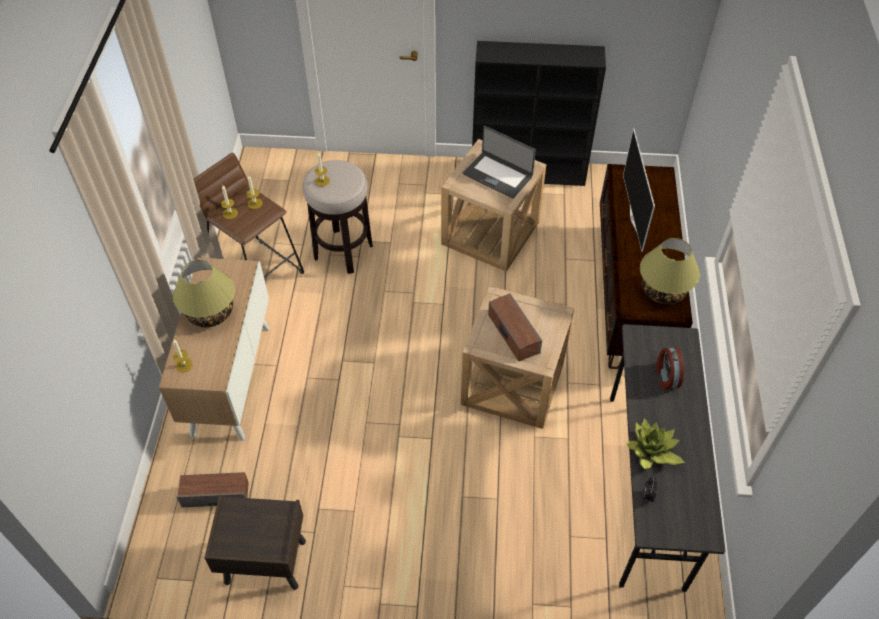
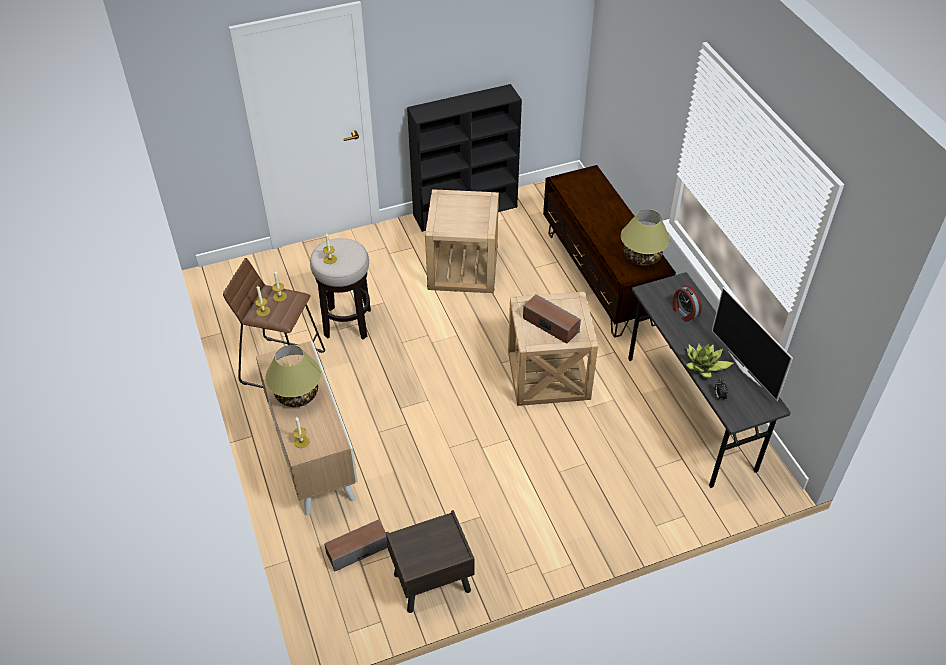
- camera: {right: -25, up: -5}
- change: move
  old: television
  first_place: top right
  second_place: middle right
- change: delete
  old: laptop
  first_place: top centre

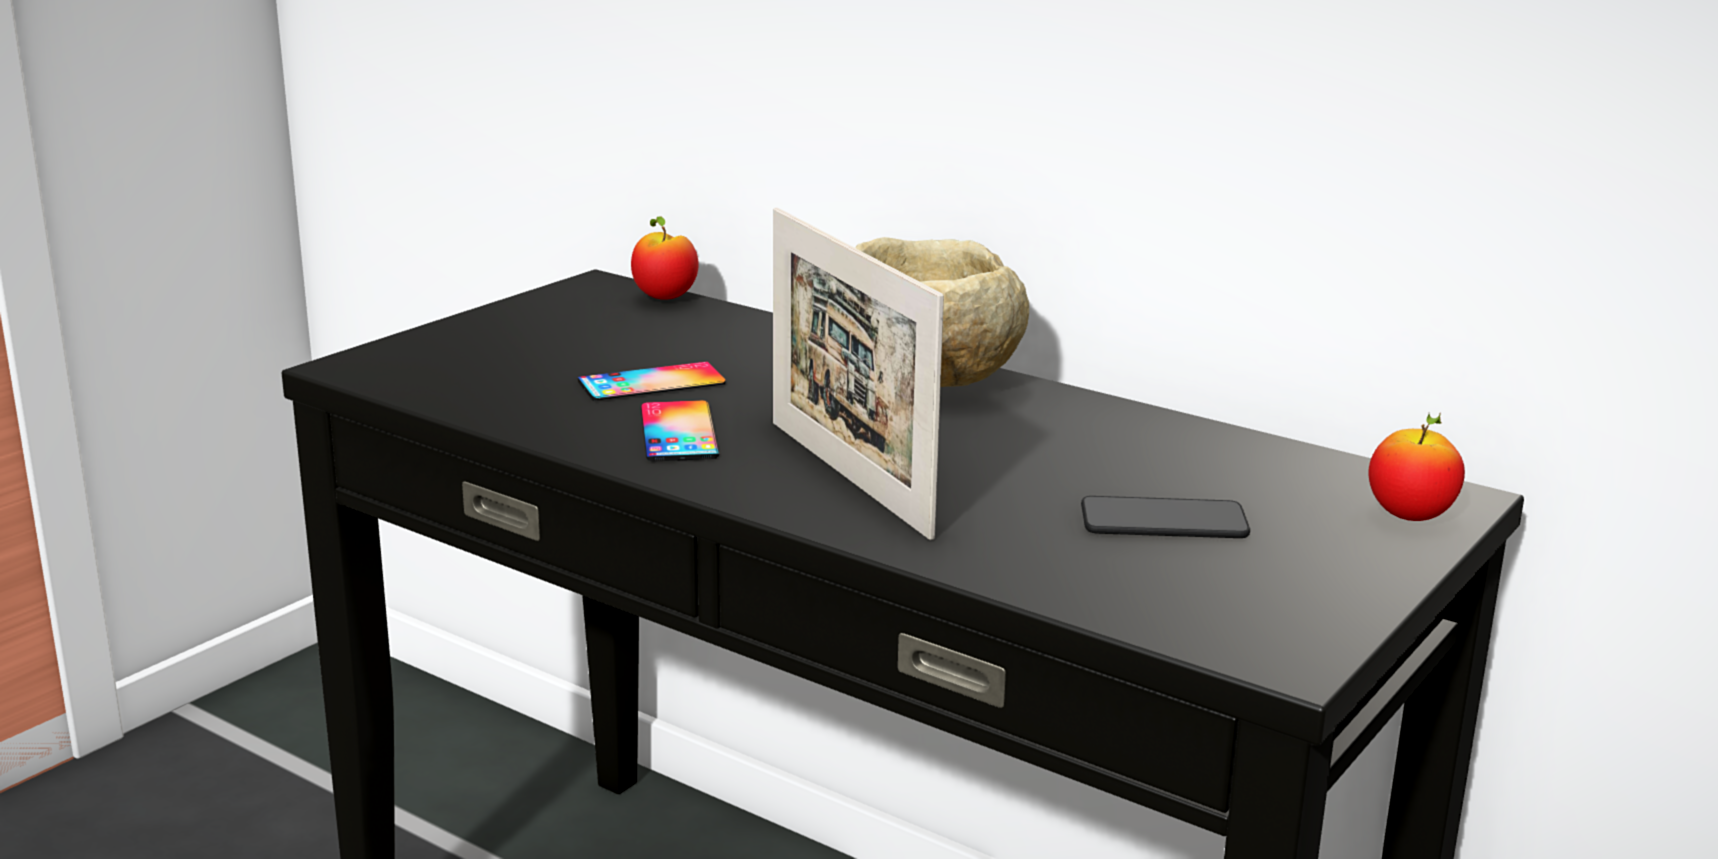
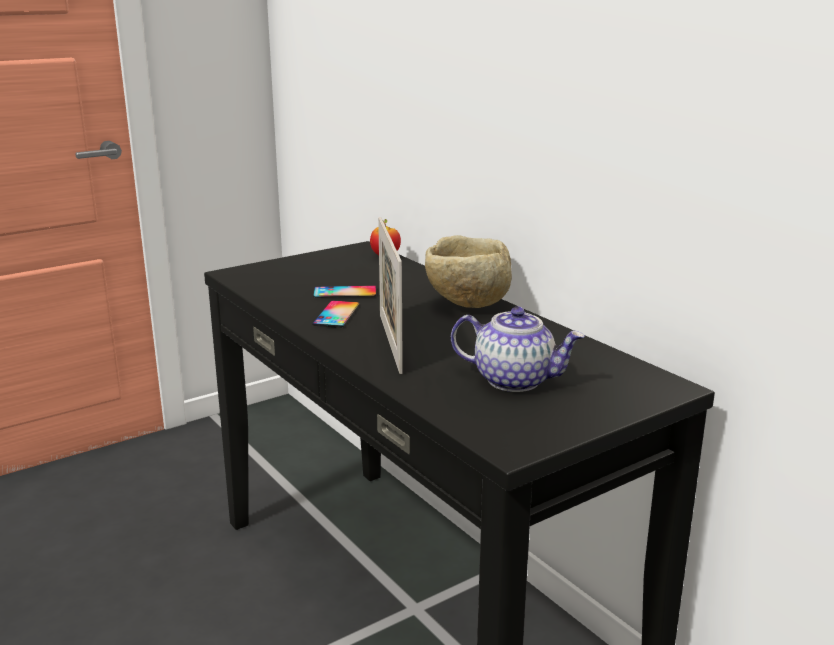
- camera: {right: 20, up: 0}
- change: replace
  old: phone (3rd from left)
  new: teapot
  first_place: middle right
  second_place: centre
- change: delete
  old: apple (2nd from left)
  first_place: middle right

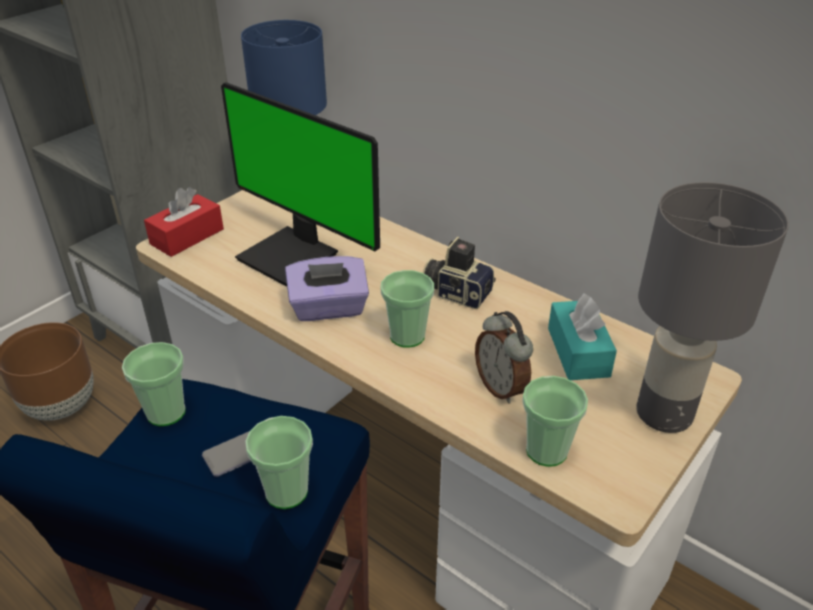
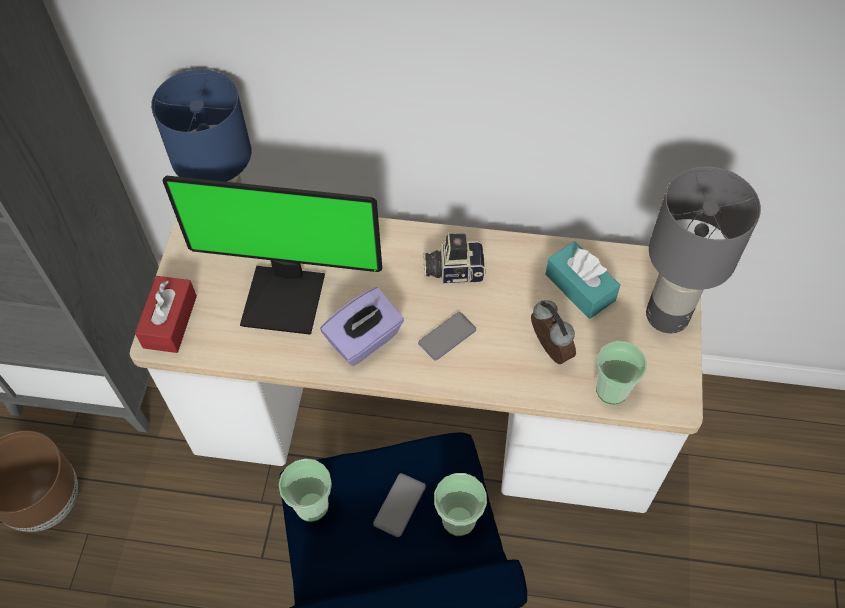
- camera: {right: -30, up: 20}
- change: replace
  old: cup (3rd from left)
  new: phone (2nd from left)
  first_place: centre
  second_place: centre
- change: rotate
  old: alarm clock
  first_place: centre
  second_place: centre
  degrees: -150

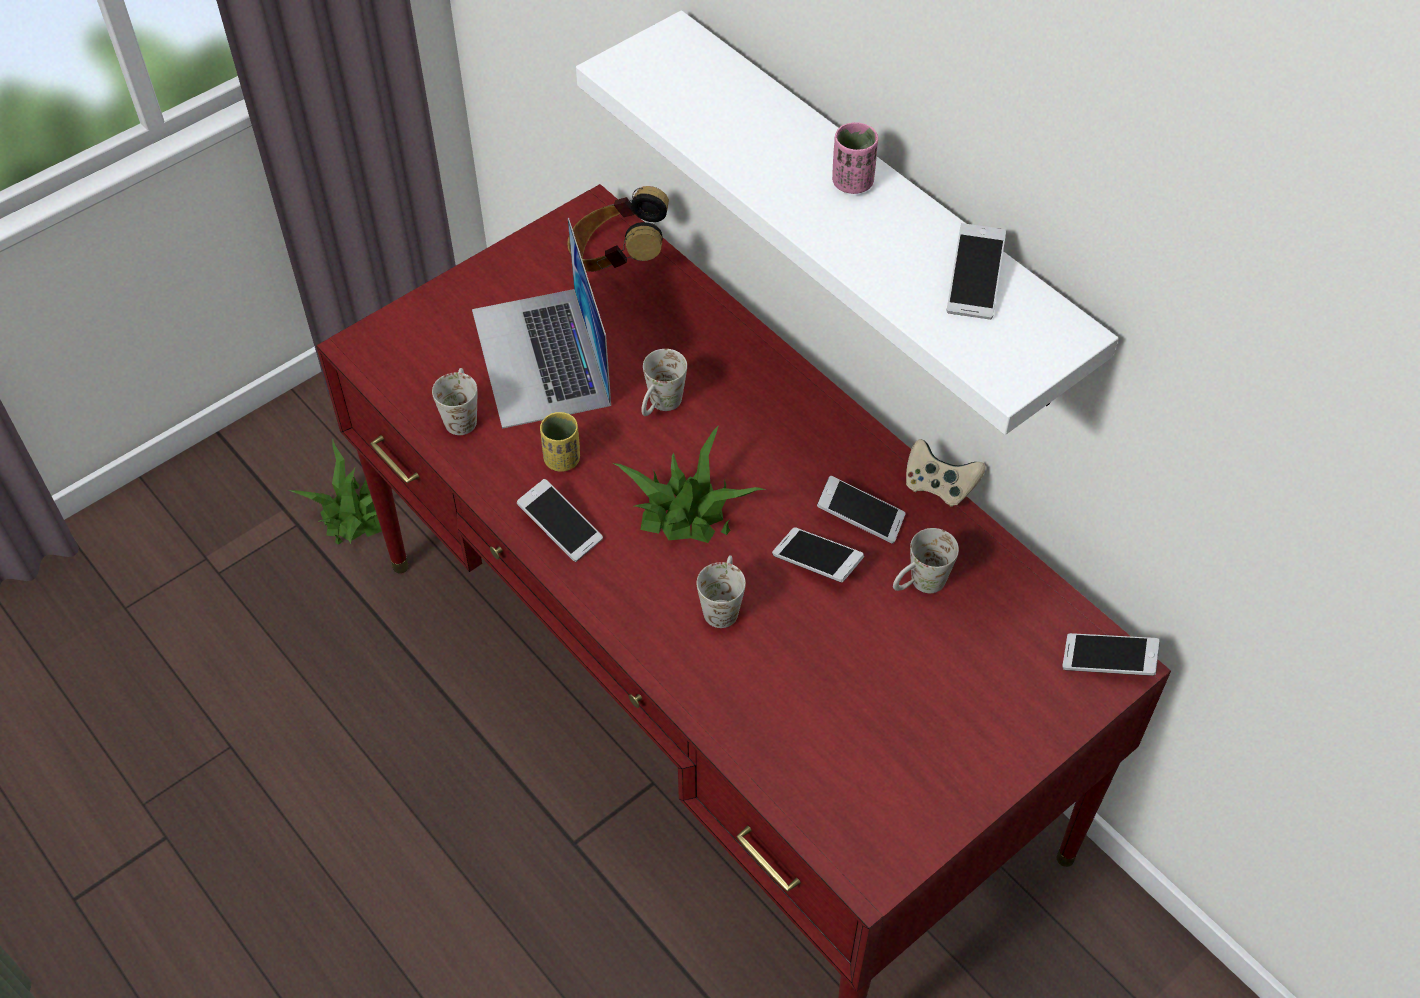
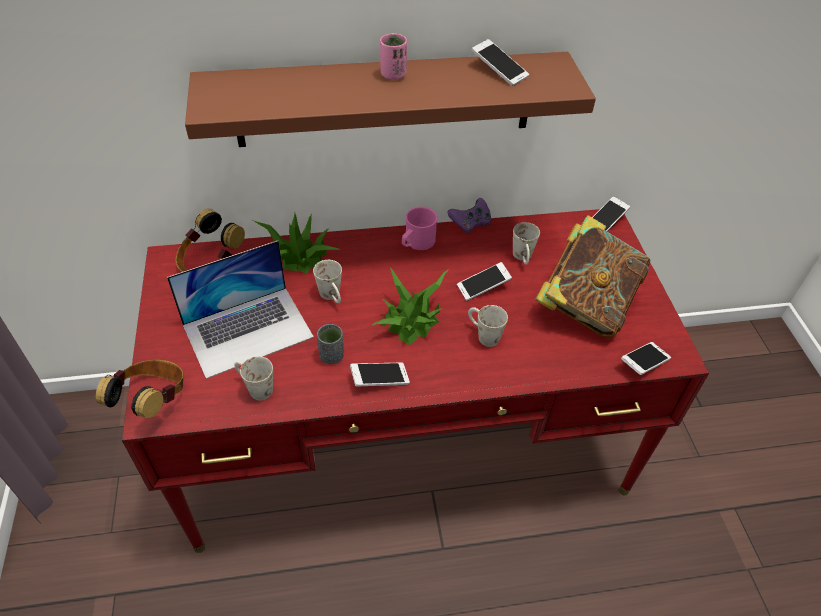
- camera: {right: -60, up: -5}
- change: insert
  new: headphones (1st from left)
  second_place: middle left
- change: rotate
  old: laptop
  first_place: top centre
  second_place: middle left
  degrees: -45
- change: recolor
  old: white shelf
  new: brown shelf
  first_place: top centre
  second_place: top centre
- change: move
  old: potted plant (1st from left)
  first_place: middle left
  second_place: centre
- change: recolor
  old: yellow cup
  new: grey cup
  first_place: centre
  second_place: centre
- change: insert
  new: pink mug
  second_place: centre
- change: recolor
  old: beige game controller
  new: purple game controller
  first_place: centre
  second_place: centre
- change: insert
  new: book
  second_place: middle right
- change: move
  old: phone (3rd from left in the first image)
  new: phone (5th from left)
  first_place: centre
  second_place: middle right

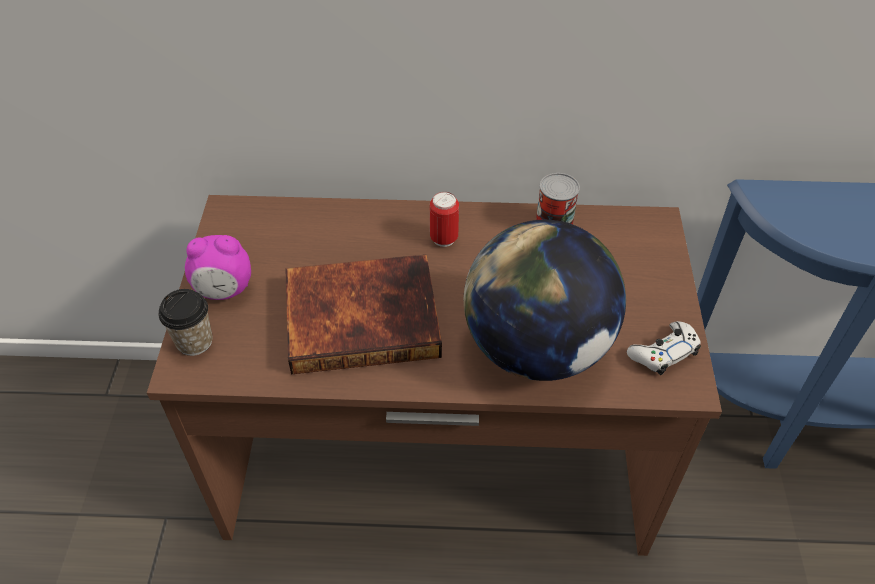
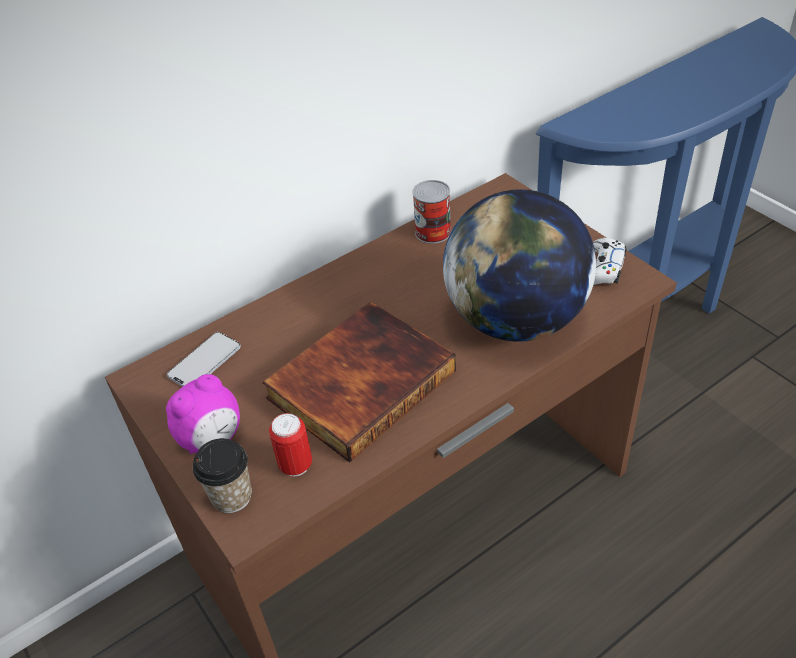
- camera: {right: -35, up: -5}
- change: insert
  new: phone
  second_place: middle left
- change: move
  old: can (1st from left)
  first_place: centre
  second_place: bottom centre

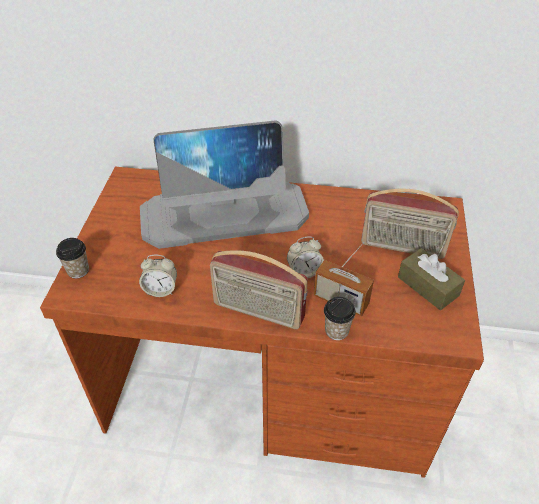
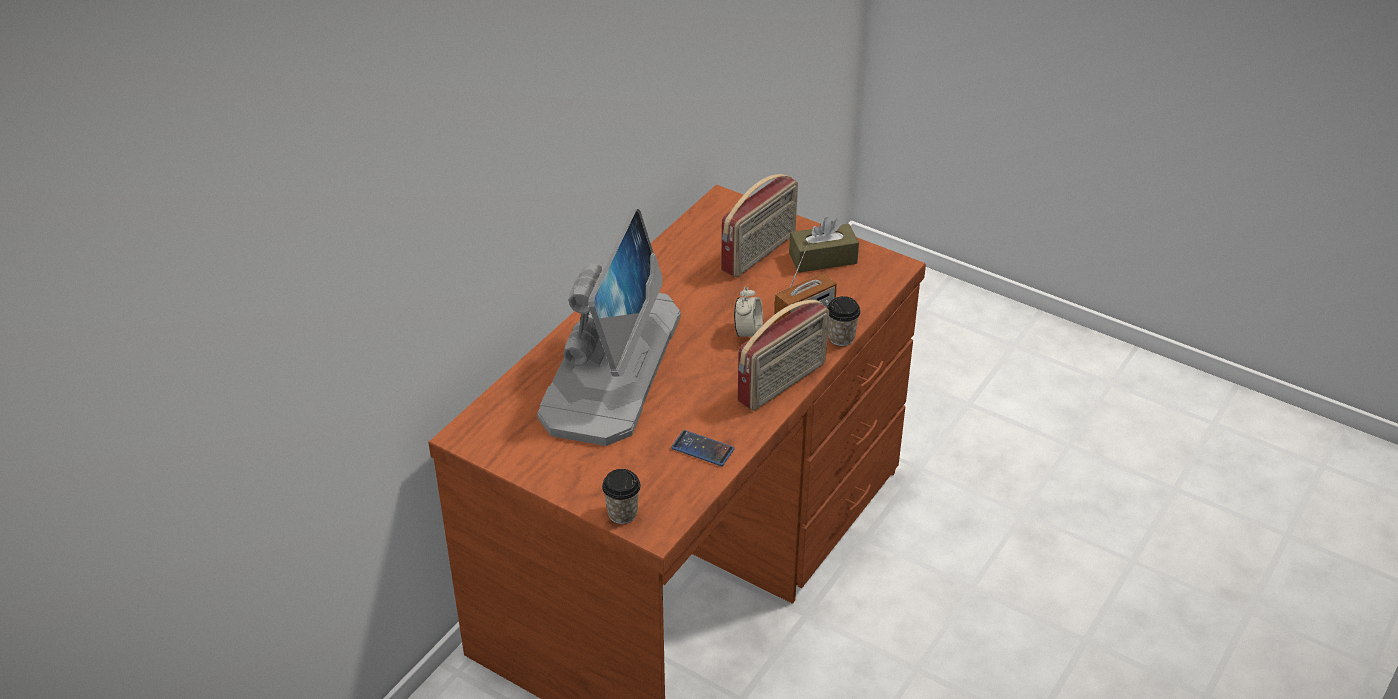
- camera: {right: -65, up: -5}
- change: replace
  old: alarm clock (1st from left)
  new: phone
  first_place: middle left
  second_place: centre

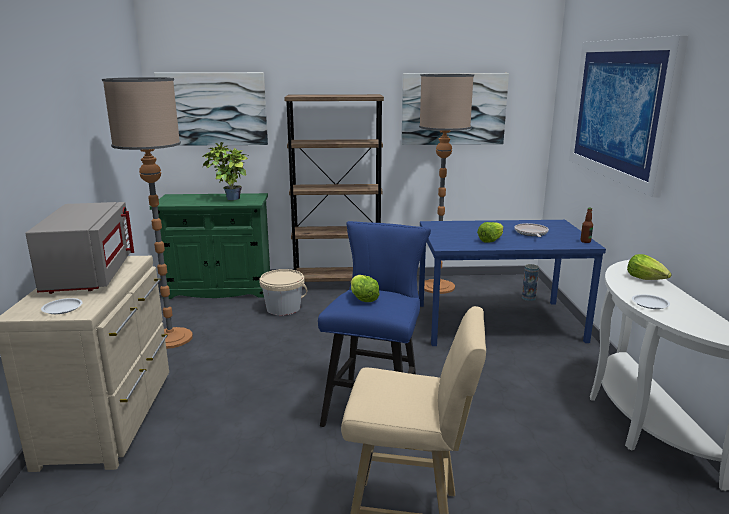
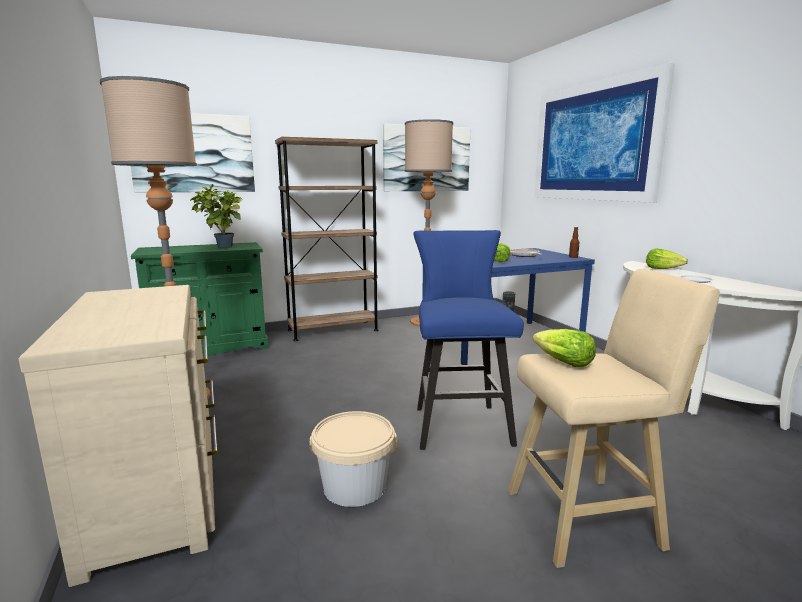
- camera: {right: -20, up: -5}
- change: move
  old: beige bucket
  first_place: centre
  second_place: bottom centre
- change: move
  old: lettuce (1st from left in the first image)
  new: lettuce (2nd from left)
  first_place: centre
  second_place: middle right
- change: delete
  old: grey microwave
  first_place: middle left
- change: delete
  old: white plate (1st from left)
  first_place: middle left

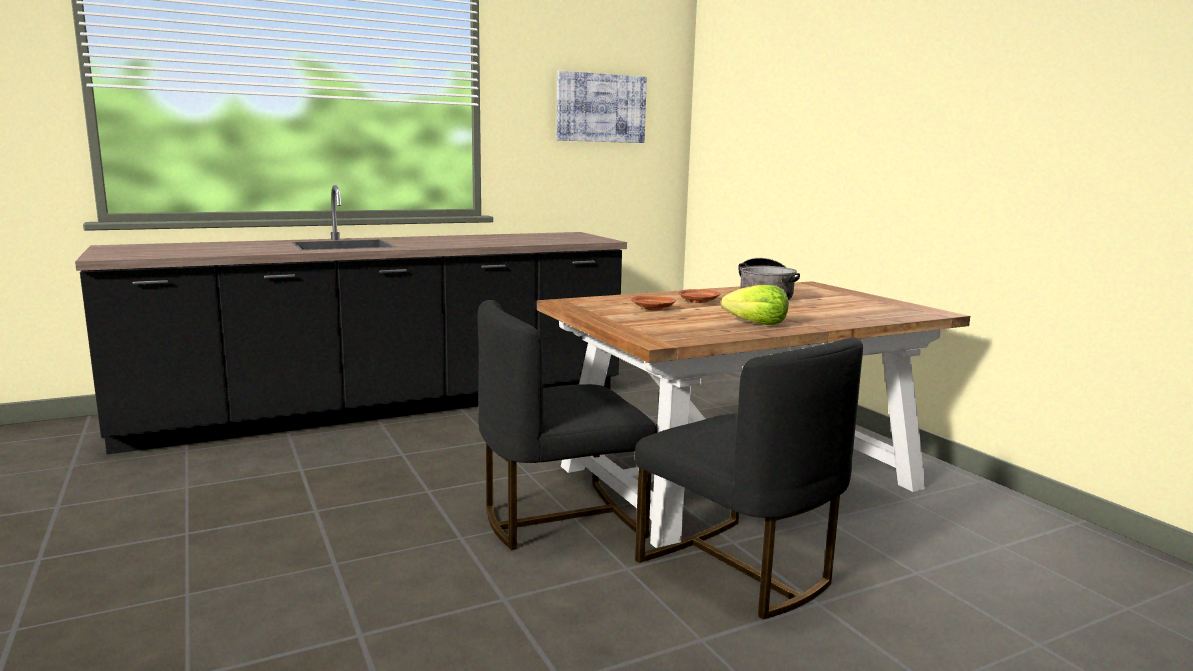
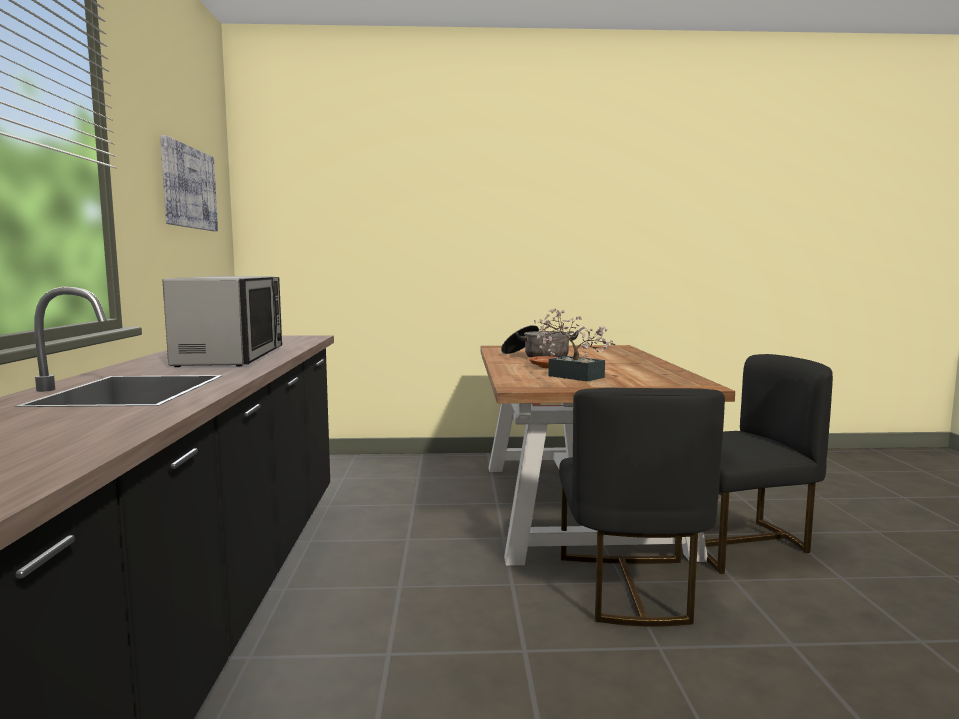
- camera: {right: -65, up: -5}
- change: insert
  new: microwave
  second_place: middle left
- change: replace
  old: brown plate (1st from left)
  new: potted plant
  first_place: centre
  second_place: centre
- change: delete
  old: lettuce
  first_place: centre

